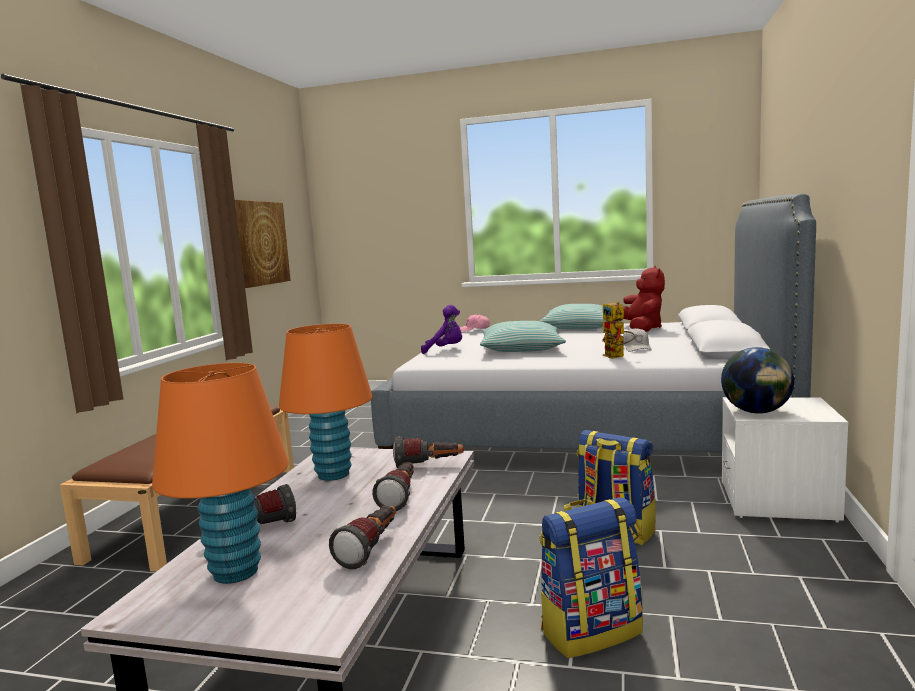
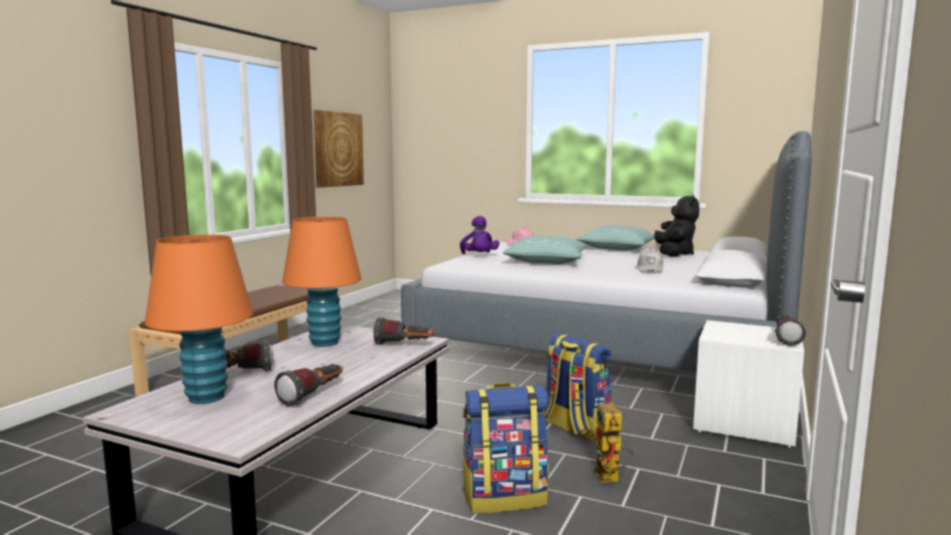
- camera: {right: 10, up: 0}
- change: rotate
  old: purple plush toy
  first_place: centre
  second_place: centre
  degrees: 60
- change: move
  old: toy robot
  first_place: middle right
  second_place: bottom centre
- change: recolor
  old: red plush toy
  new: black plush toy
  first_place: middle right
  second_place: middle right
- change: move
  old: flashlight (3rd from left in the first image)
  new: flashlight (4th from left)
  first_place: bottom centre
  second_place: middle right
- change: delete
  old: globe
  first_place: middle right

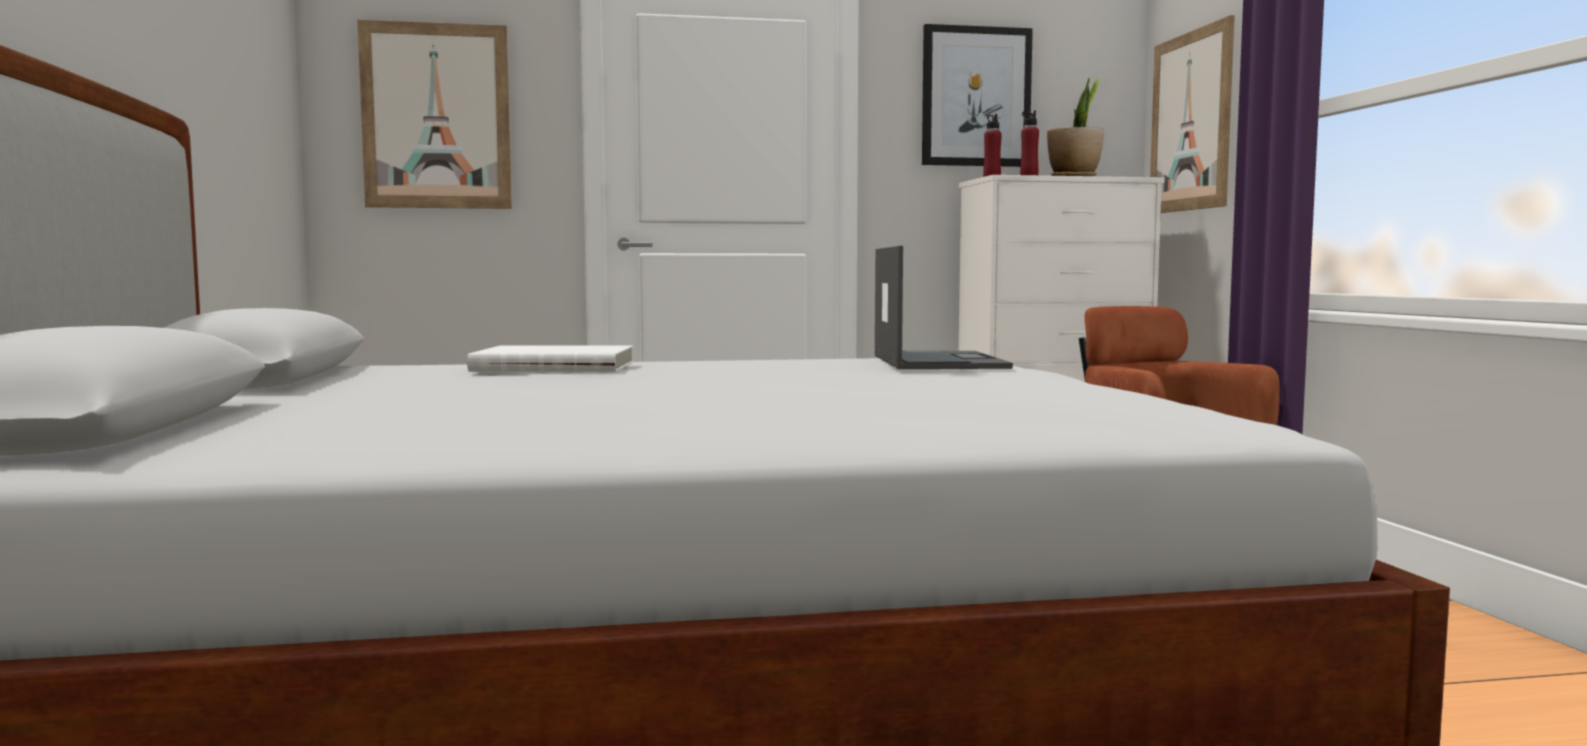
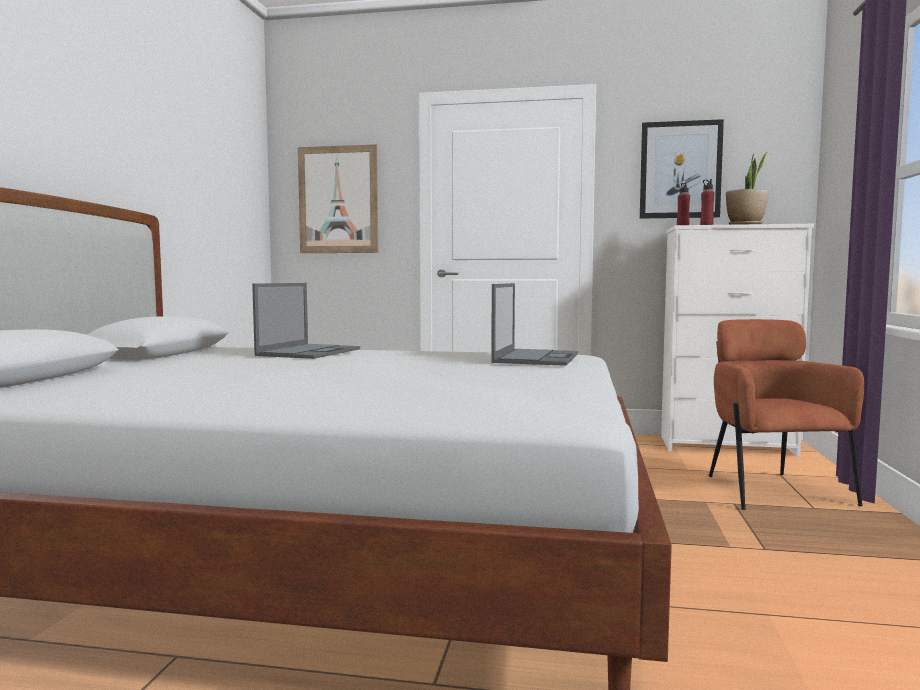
- camera: {right: 20, up: 0}
- change: replace
  old: white book
  new: laptop (1st from left)
  first_place: centre
  second_place: middle left
- change: delete
  old: picture (3rd from left)
  first_place: top right

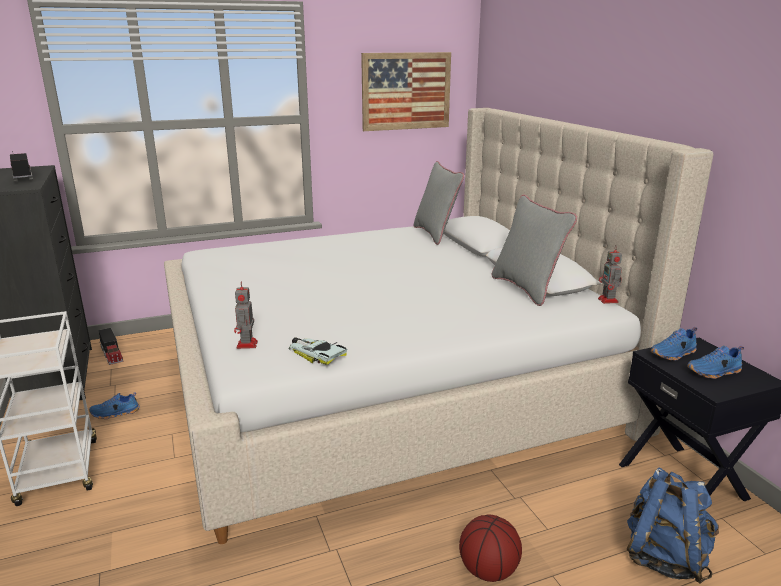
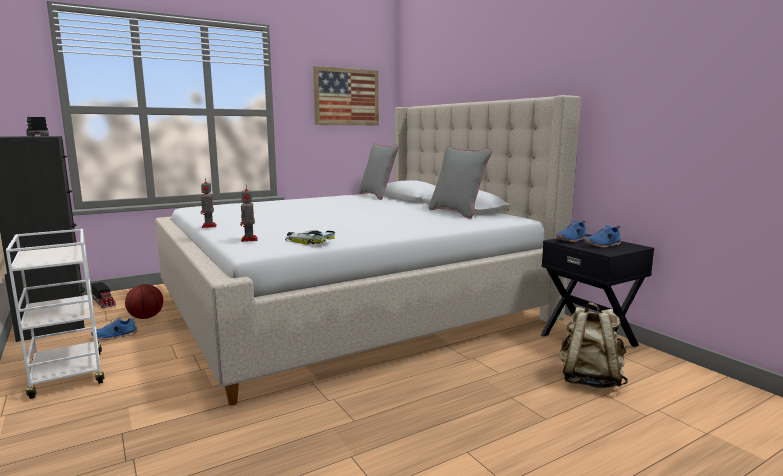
- camera: {right: -10, up: -10}
- change: move
  old: basketball
  first_place: bottom centre
  second_place: middle left
- change: move
  old: toy robot (2nd from left in the first image)
  new: toy robot (1st from left)
  first_place: middle right
  second_place: middle left
- change: recolor
  old: blue backpack
  new: beige backpack
  first_place: bottom right
  second_place: bottom right

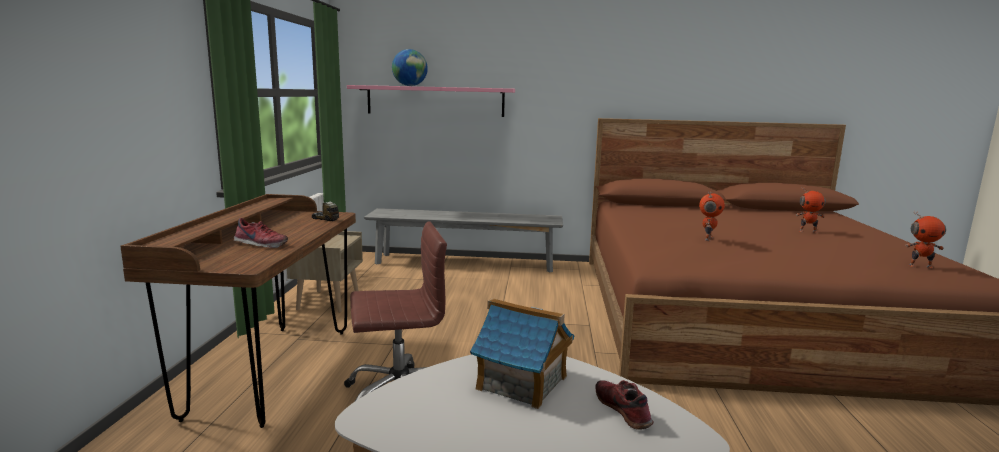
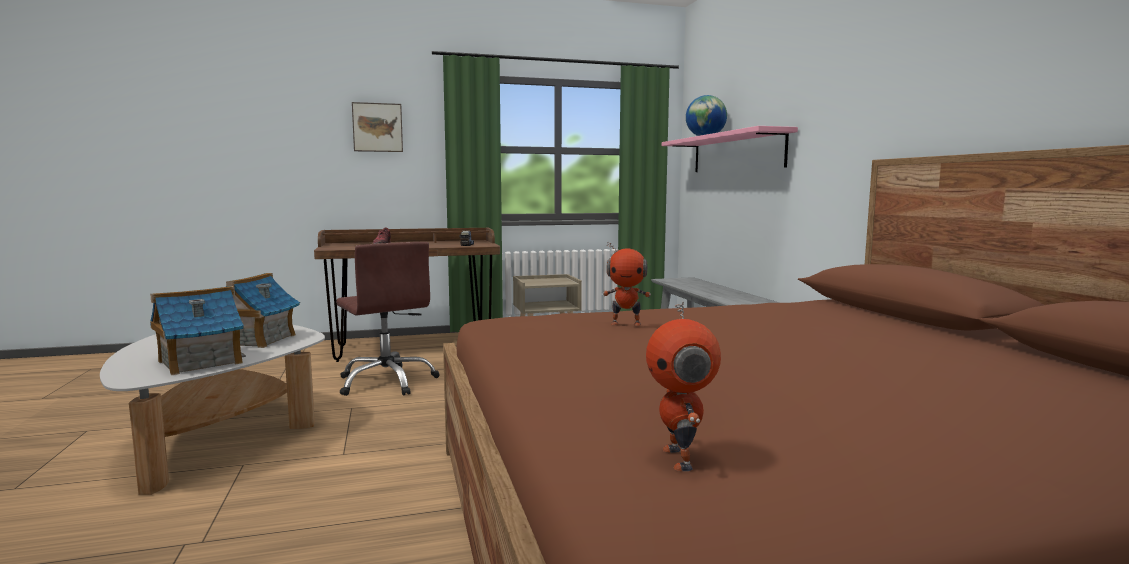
- camera: {right: 70, up: -5}
- change: replace
  old: shoe (2nd from left)
  new: toy house (1st from left)
  first_place: bottom centre
  second_place: middle left
- change: insert
  new: picture
  second_place: top centre
- change: delete
  old: toy robot (2nd from left)
  first_place: middle right

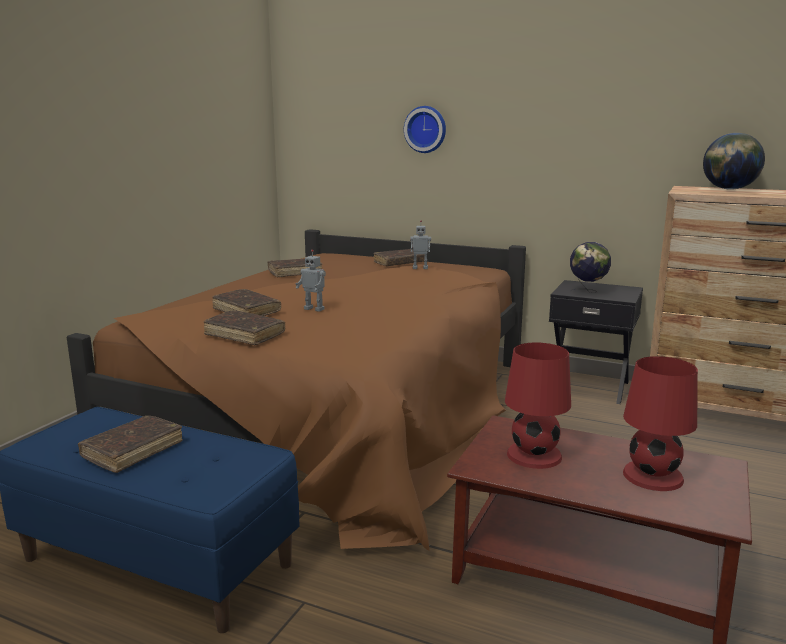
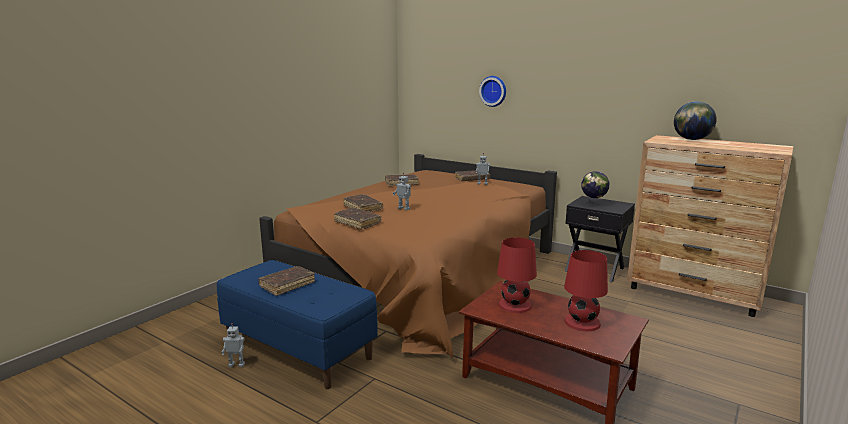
- camera: {right: 10, up: 0}
- change: insert
  new: toy robot (1st from left)
  second_place: bottom left

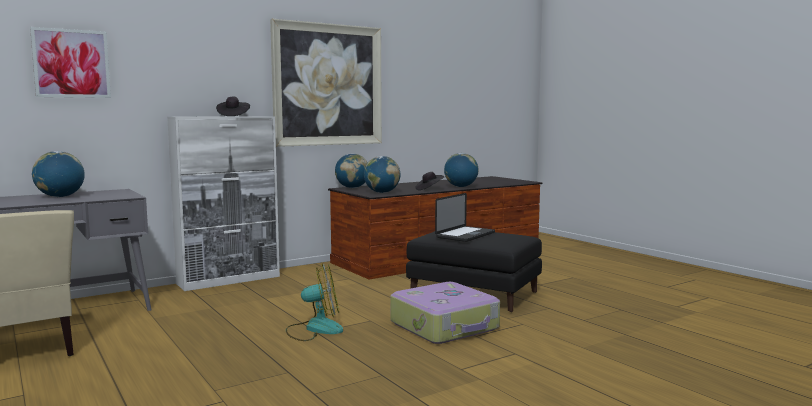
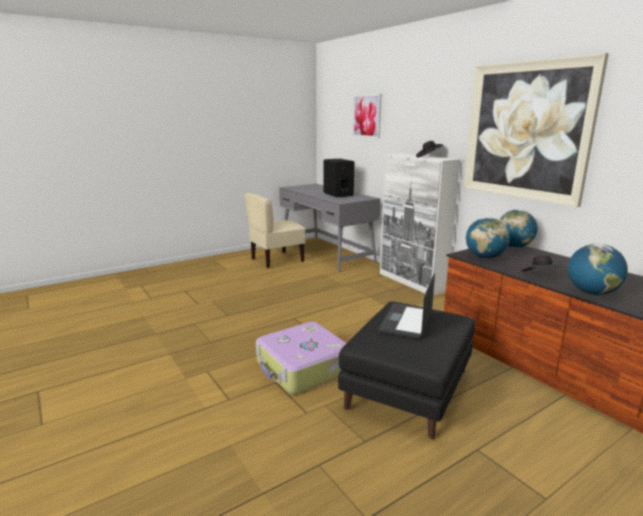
- camera: {right: 90, up: 10}
- change: replace
  old: globe (1st from left)
  new: black speaker
  first_place: middle left
  second_place: centre
- change: rotate
  old: laptop
  first_place: centre
  second_place: centre
  degrees: 75
- change: delete
  old: fan
  first_place: bottom centre

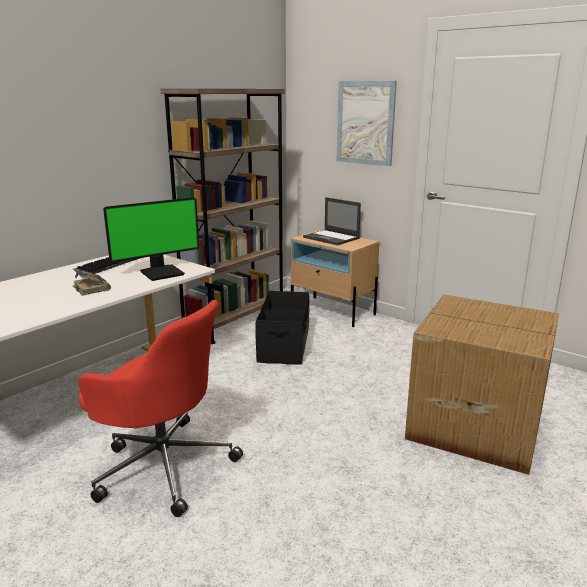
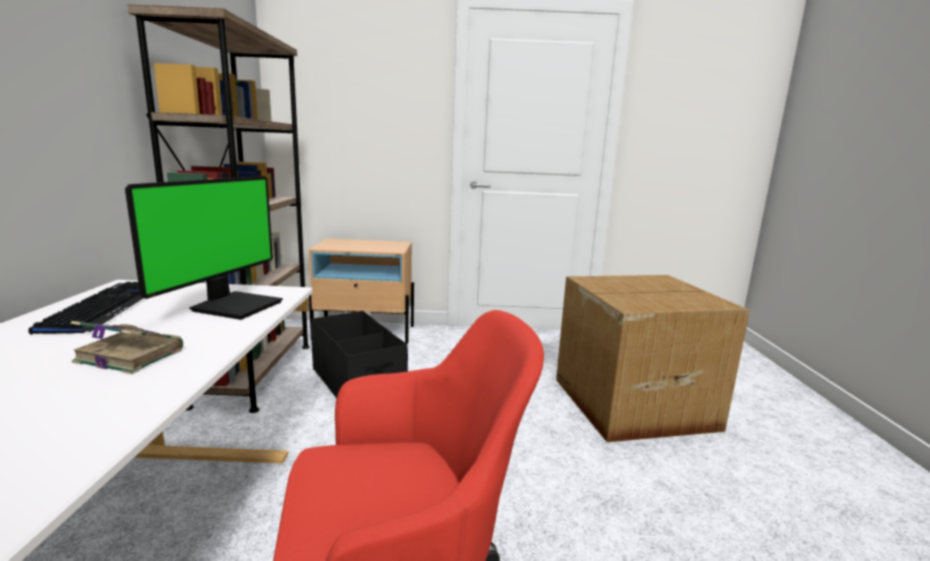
- camera: {right: -40, up: -5}
- change: delete
  old: laptop
  first_place: centre
- change: delete
  old: picture
  first_place: top centre

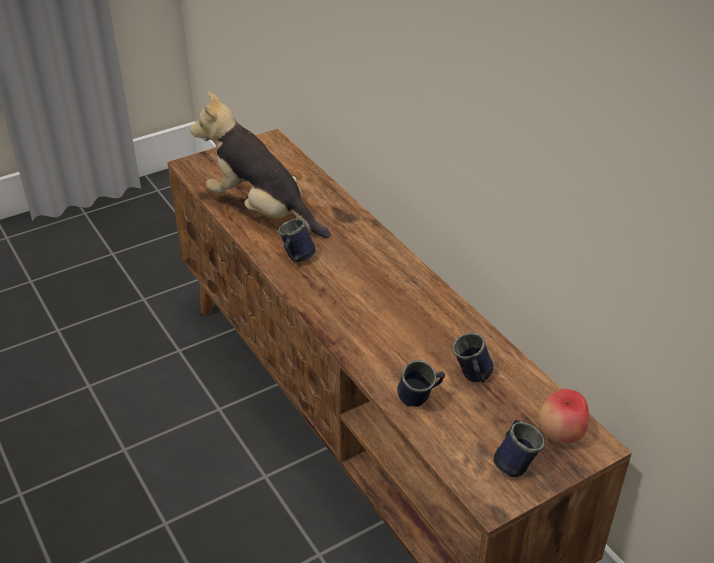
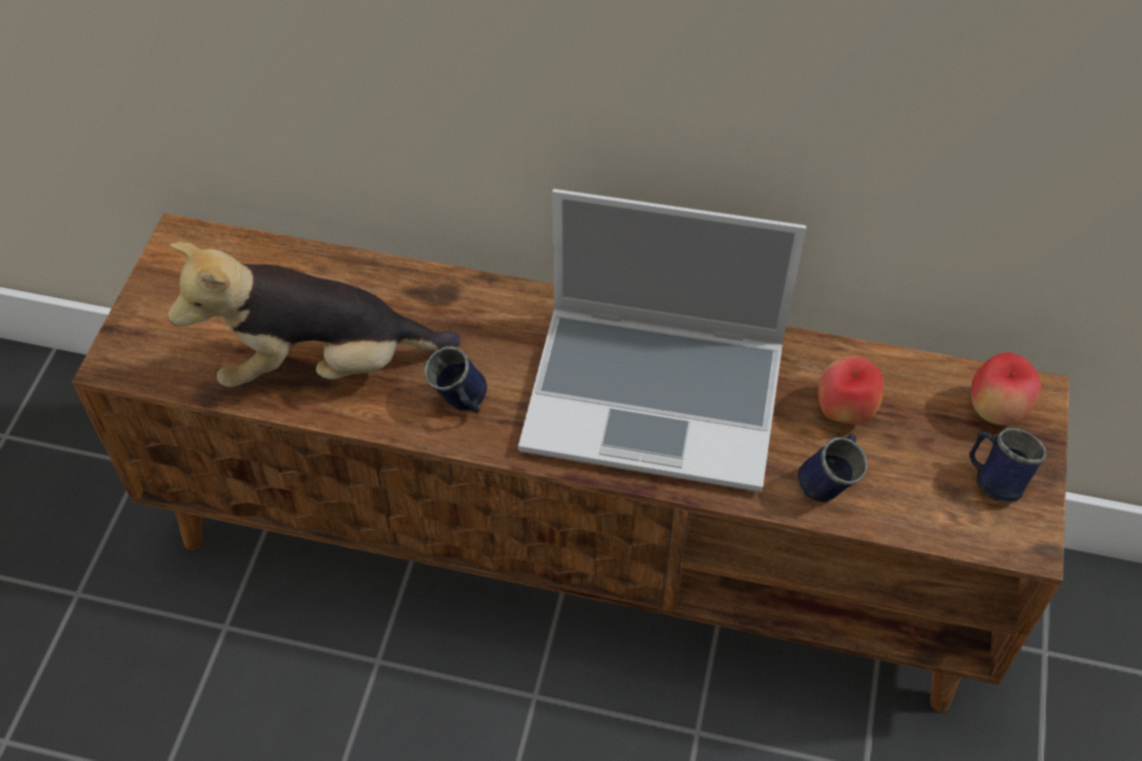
- camera: {right: -45, up: 15}
- change: insert
  new: laptop
  second_place: centre
- change: replace
  old: blue mug (3rd from left)
  new: apple (1st from left)
  first_place: centre
  second_place: middle right

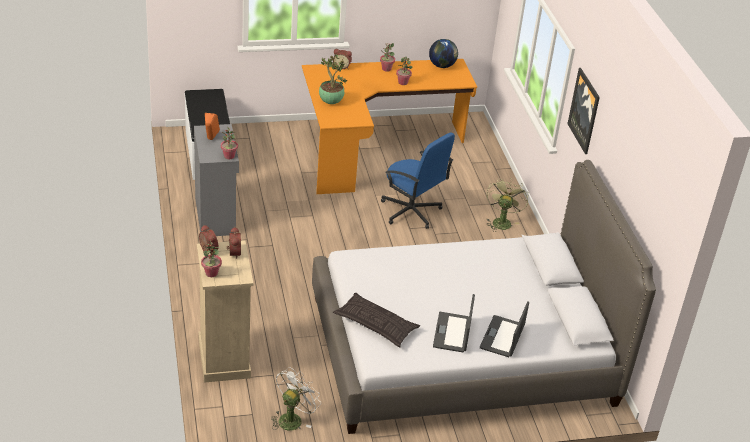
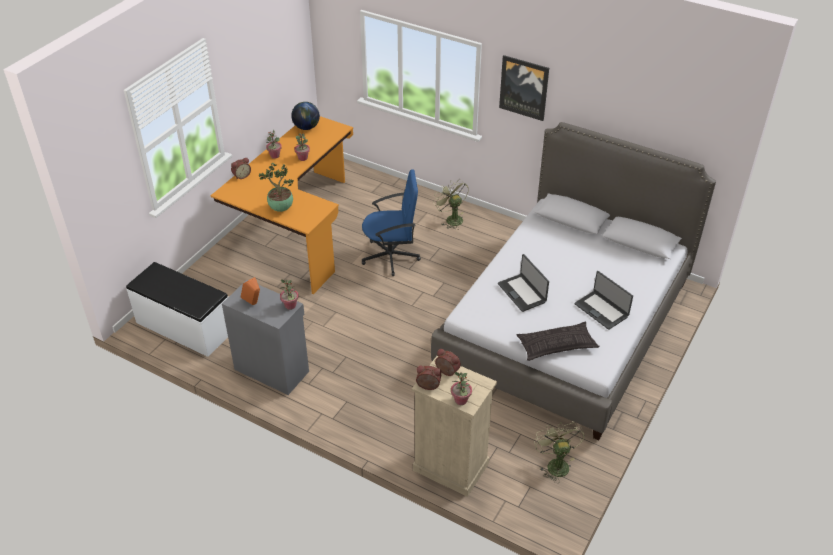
- camera: {right: -45, up: 5}
- change: move
  old: laptop (2nd from left in the first image)
  new: laptop (1st from left)
  first_place: bottom right
  second_place: centre
- change: recolor
  old: white fan
  new: green fan (2nd from left)
  first_place: bottom centre
  second_place: bottom right

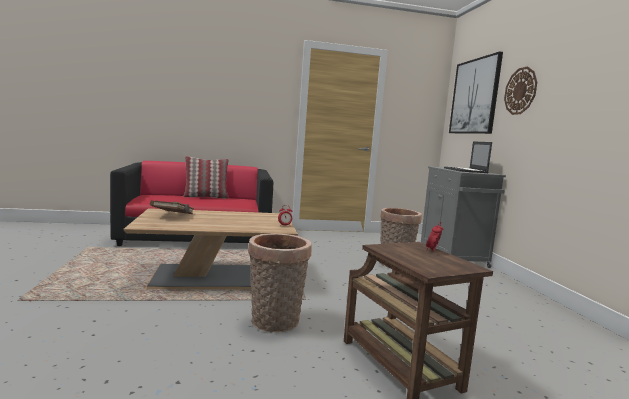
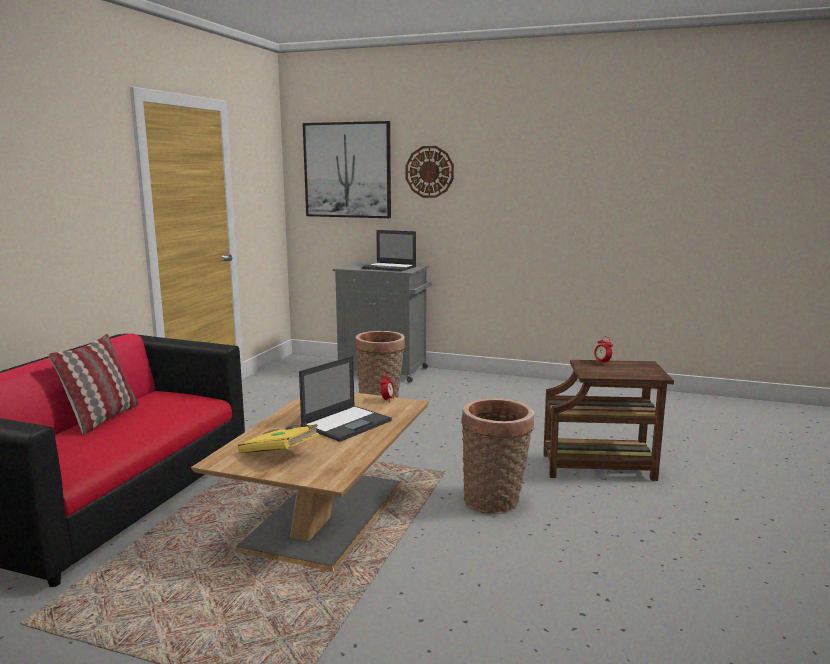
- camera: {right: -60, up: 5}
- change: recolor
  old: brown book
  new: yellow book
  first_place: middle left
  second_place: centre
- change: insert
  new: laptop (1st from left)
  second_place: centre

